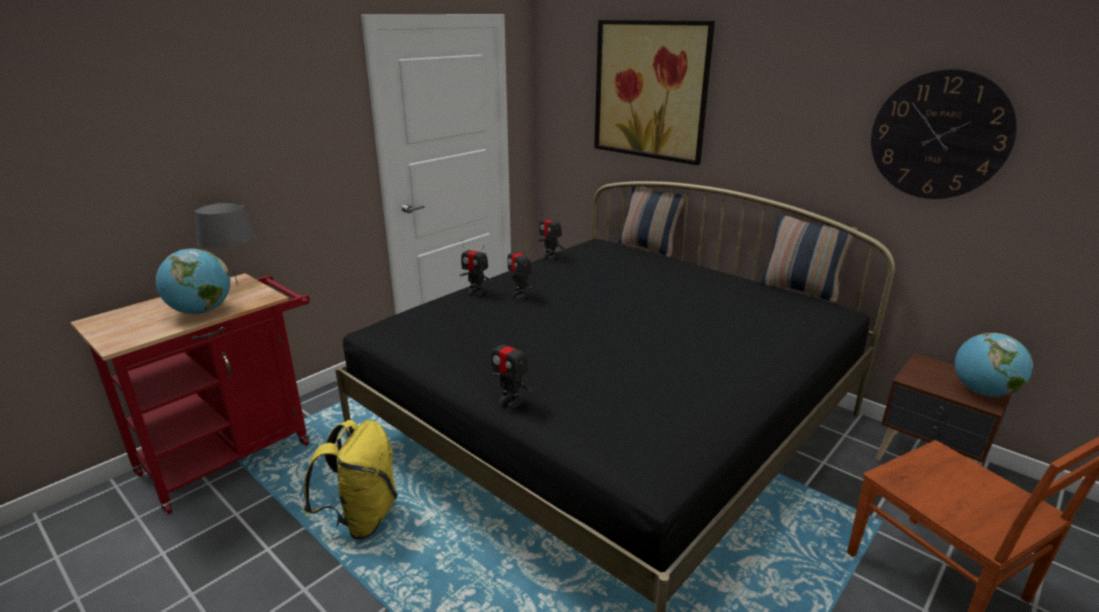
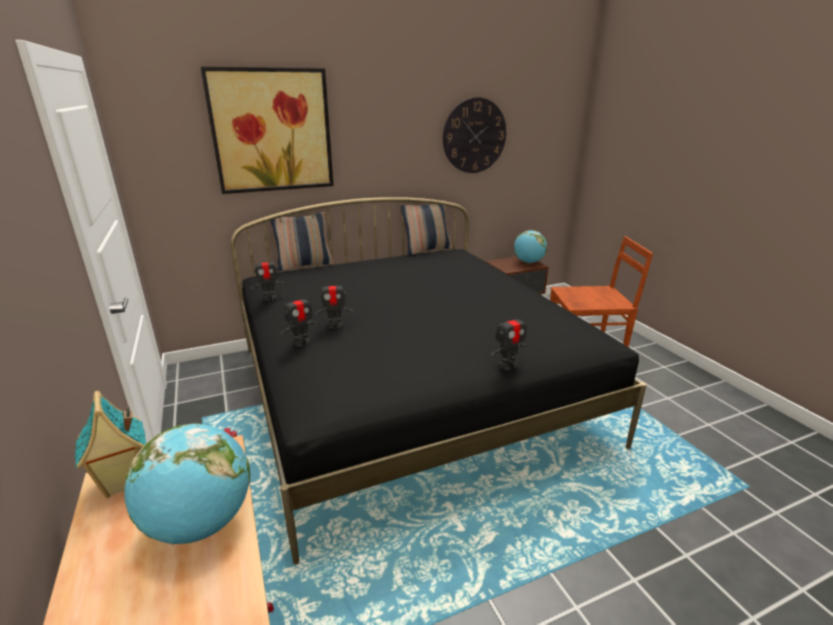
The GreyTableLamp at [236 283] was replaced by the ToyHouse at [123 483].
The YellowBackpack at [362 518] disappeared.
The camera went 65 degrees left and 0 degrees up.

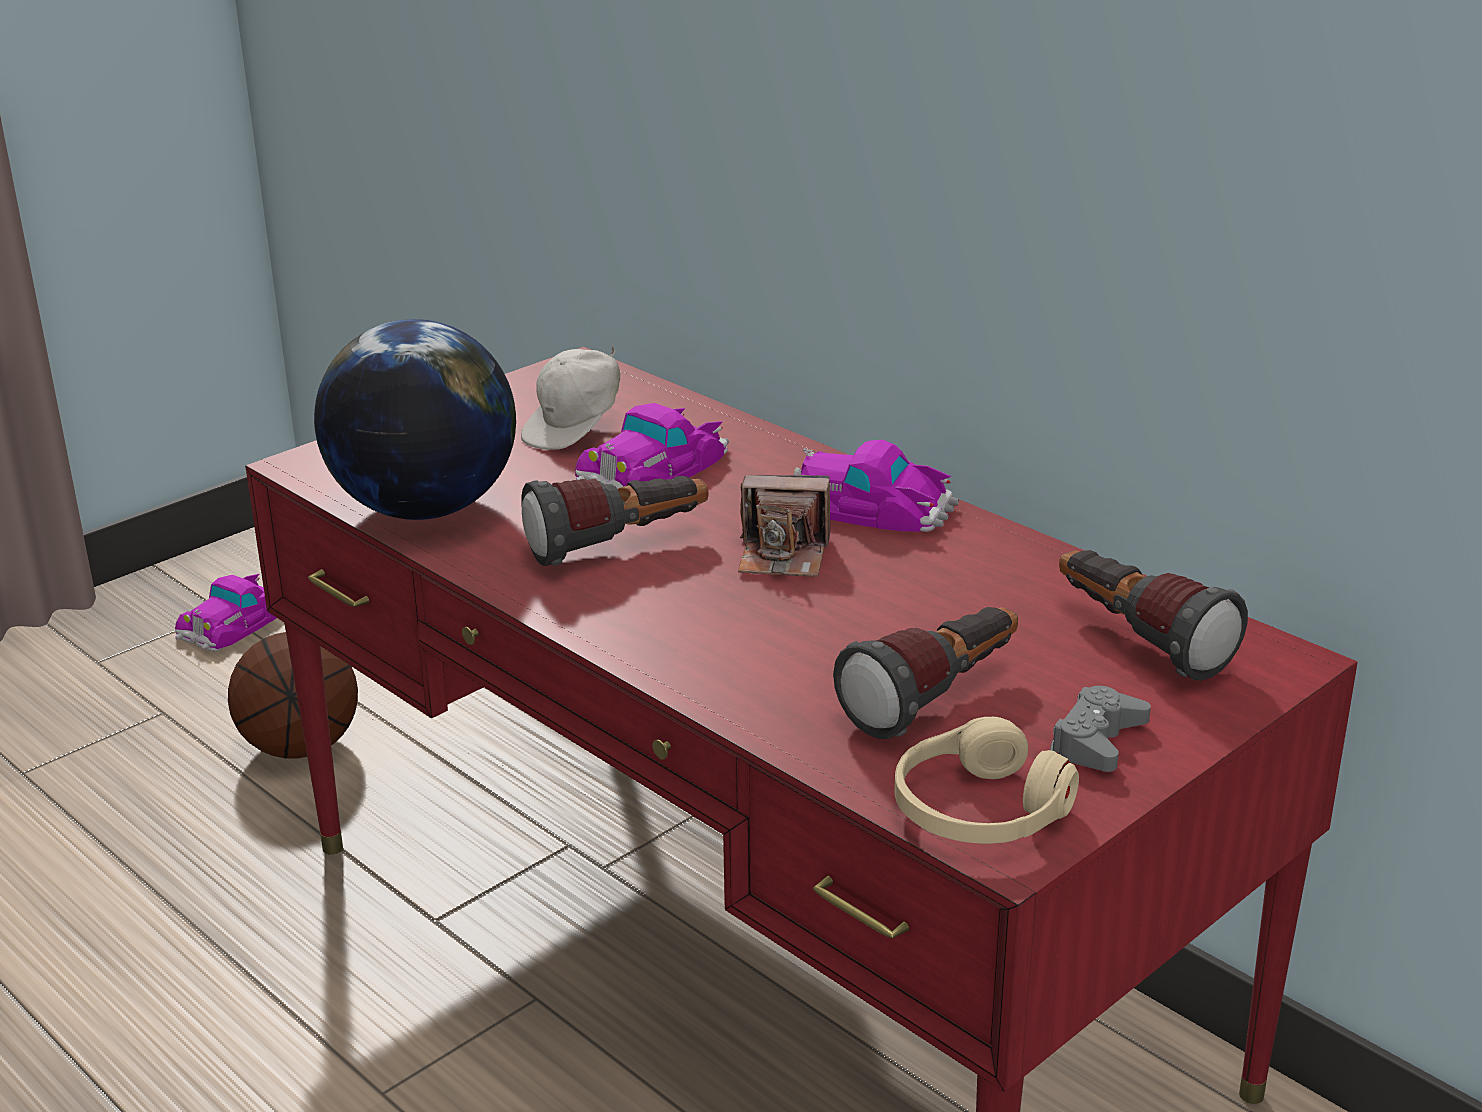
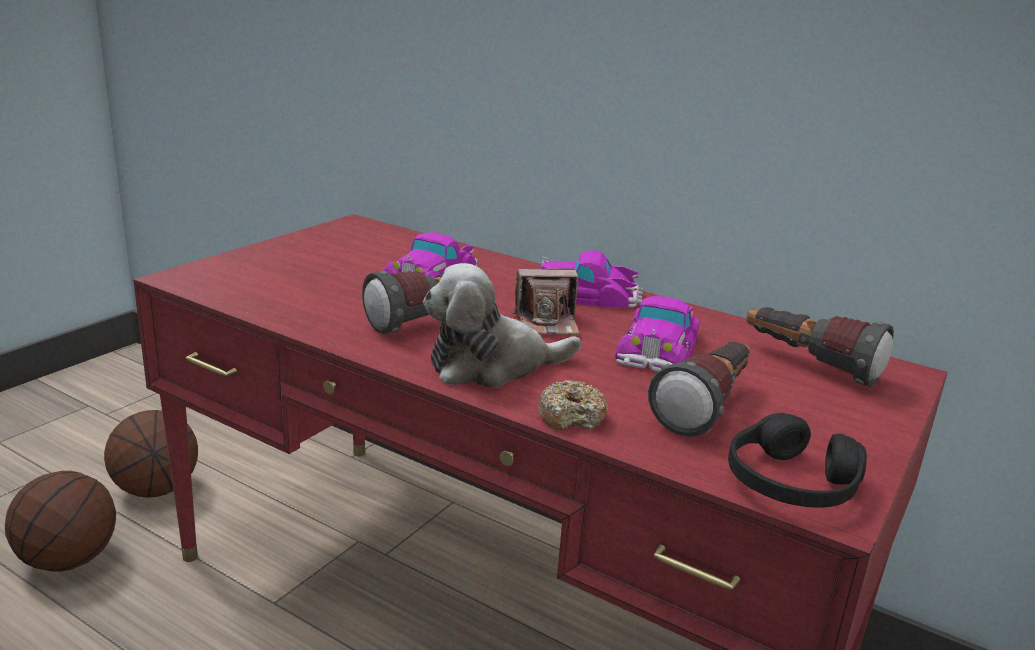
The Globe at [425 509] disappeared.
The WhiteCap at [577 429] disappeared.
The ToyCar moved from [236 622] to [658 347].
The GreyGameController at [1097 741] disappeared.
The BeigeHeadphones at [978 810] became the BlackHeadphones at [790 483].
The PlushToy at [492 366] appeared.
The Donut at [571 416] appeared.
The Basketball at [68 560] appeared.
The camera went 15 degrees left and 5 degrees down.

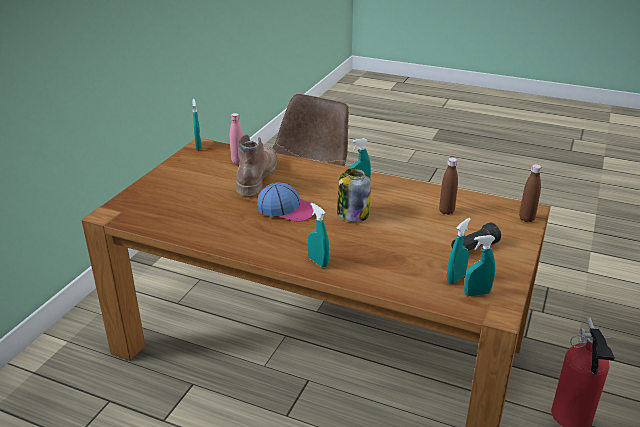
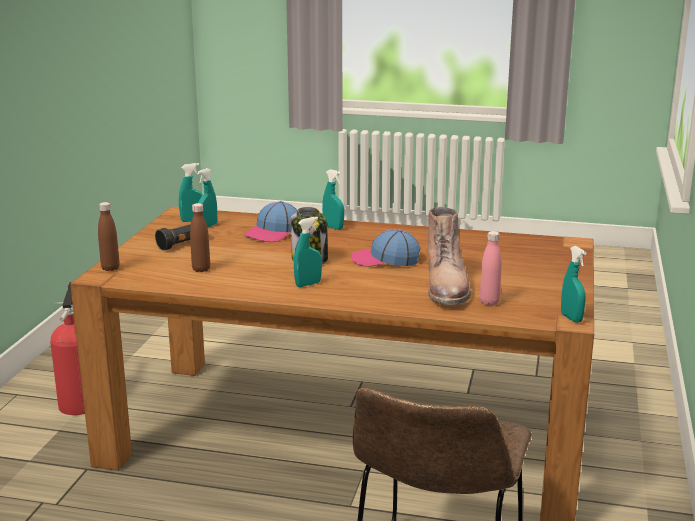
The Cap at [274 232] appeared.
The camera went 170 degrees right and 10 degrees down.

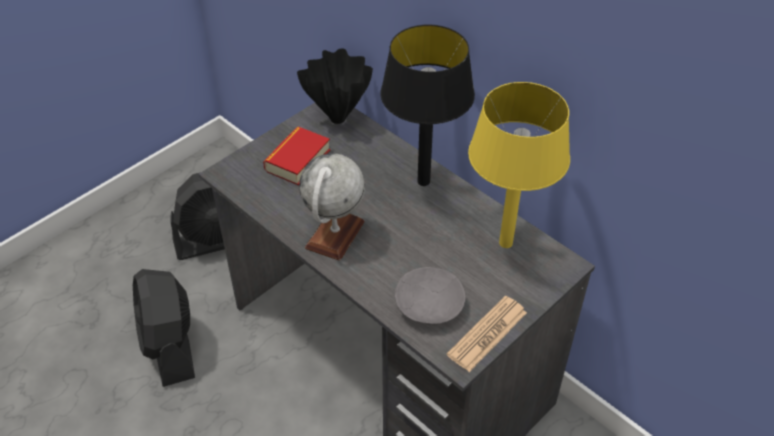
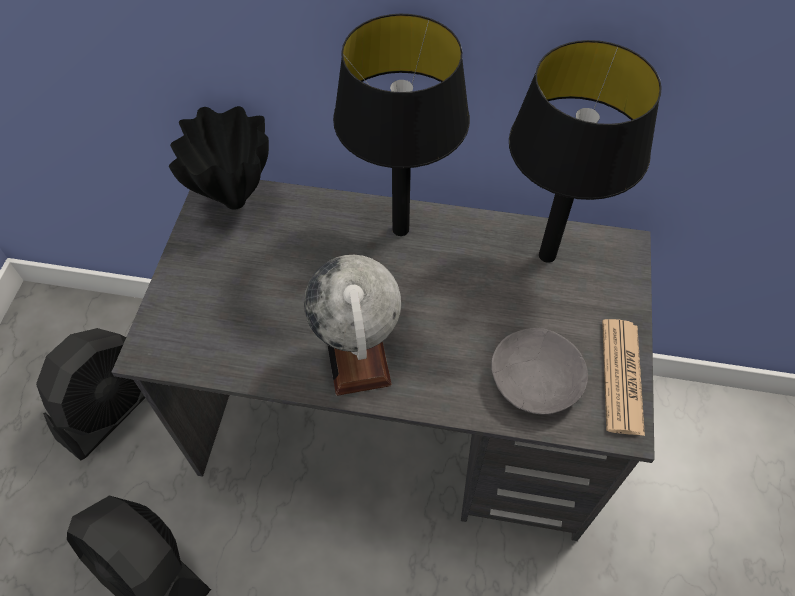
The YellowTableLamp at [505 242] became the BlackTableLamp at [546 255].
The Book at [297 160] disappeared.
The camera went 35 degrees left and 10 degrees up.

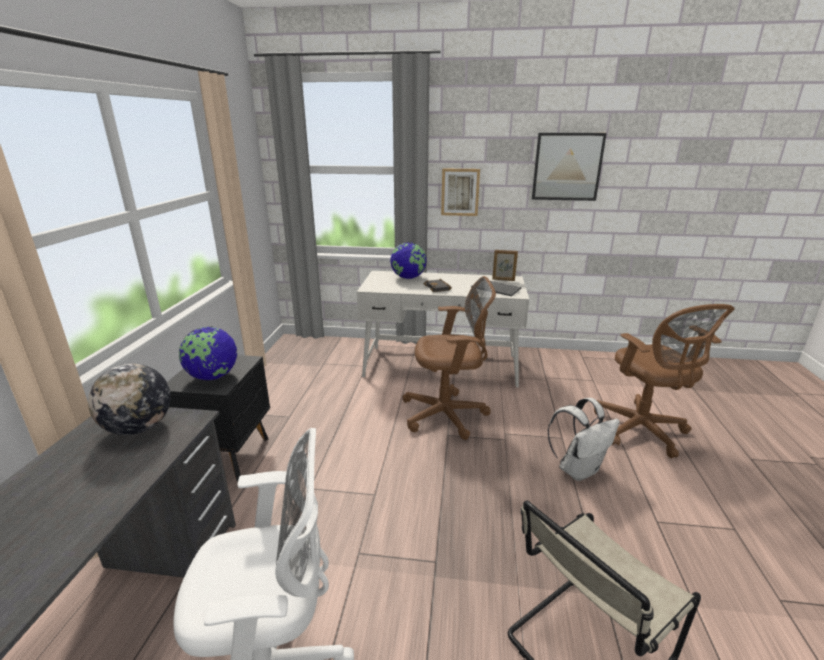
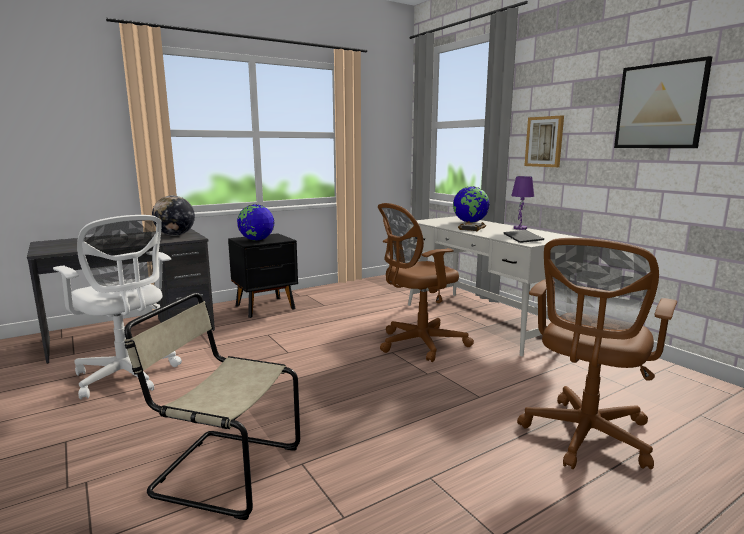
The PictureFrame at [503 280] disappeared.
The BrownOfficeChair at [448 415] turned 105 degrees clockwise.
The WhiteBackpack at [578 469] disappeared.
The PurpleTableLamp at [519 228] appeared.
The camera went 50 degrees right and 10 degrees down.

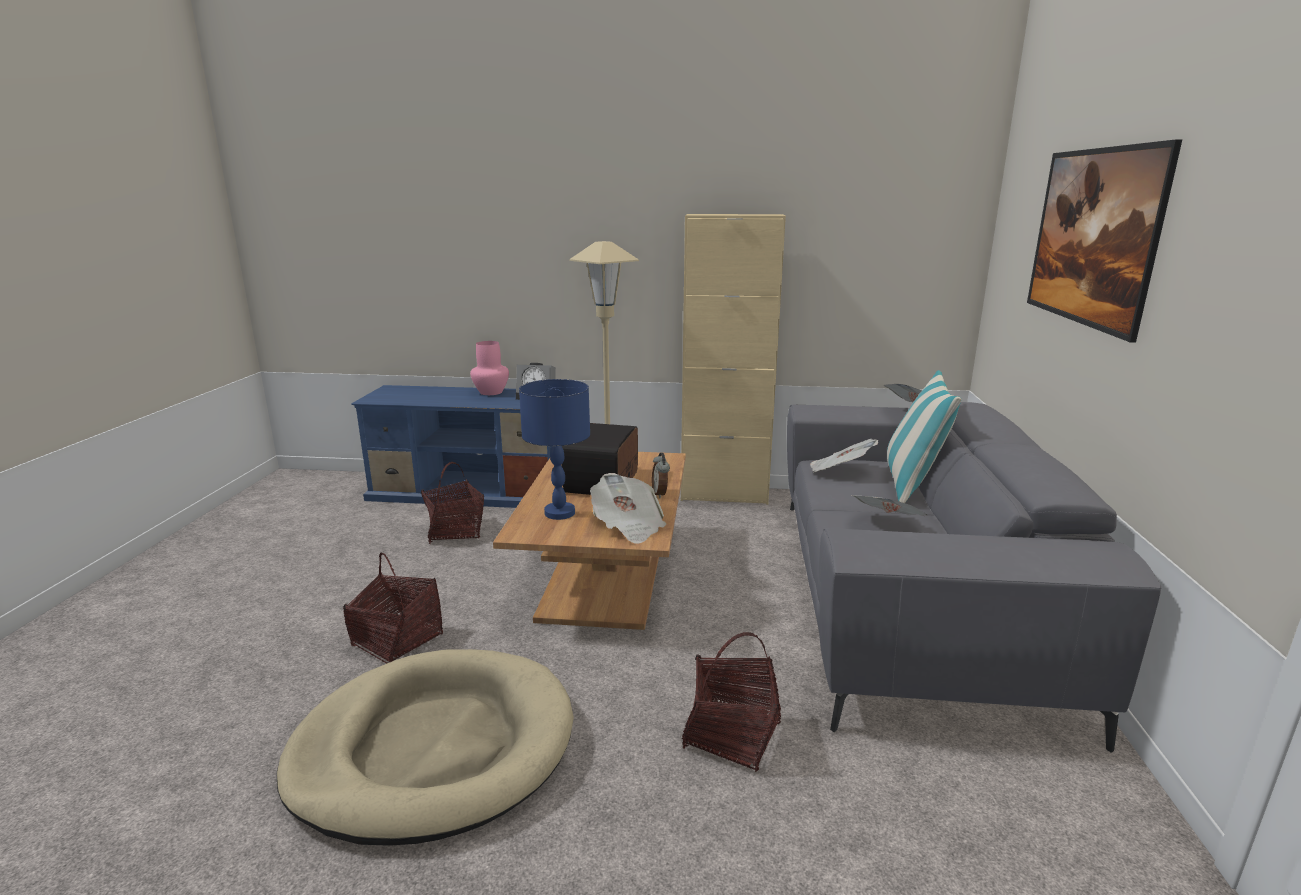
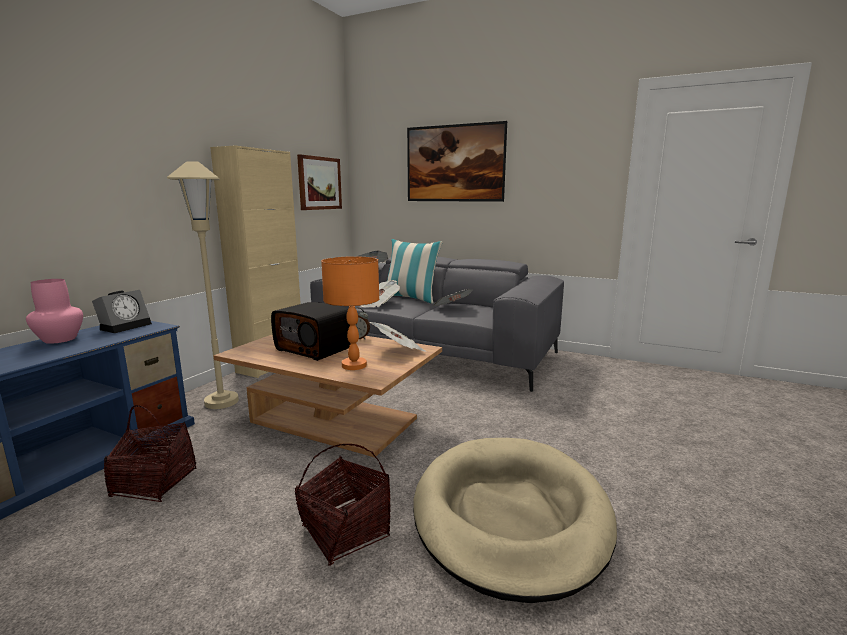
The BlueTableLamp at [560 513] became the OrangeTableLamp at [354 365].
The Basket at [732 735] disappeared.
The Picture at [319 183] appeared.
The camera went 70 degrees left and 5 degrees down.

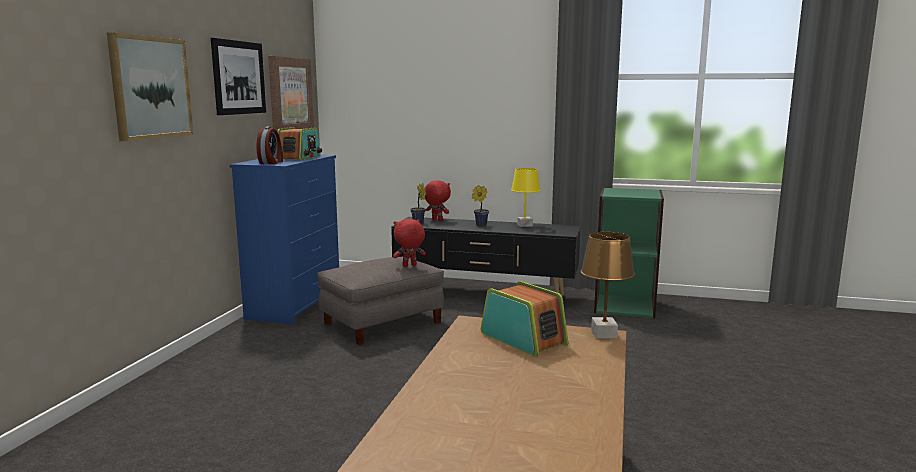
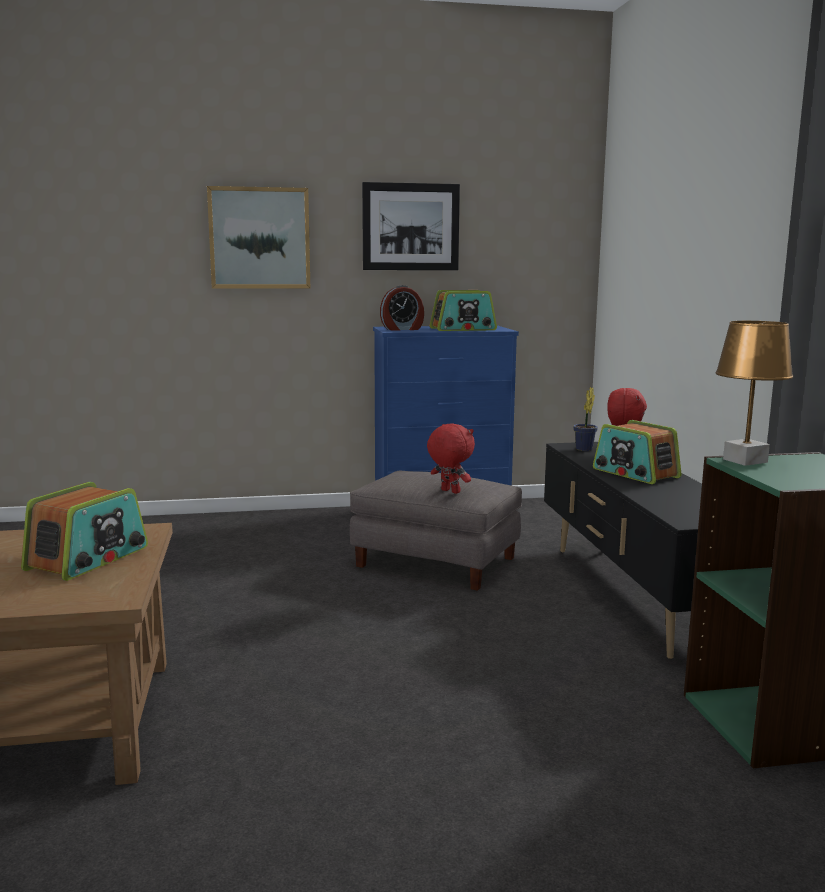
The Picture at [290 95] disappeared.
The YellowTableLamp at [525 225] disappeared.
The PottedPlant at [479 225] was replaced by the Radio at [635 473].
The BrownTableLamp moved from [603 334] to [745 460].
The camera went 65 degrees right and 0 degrees up.

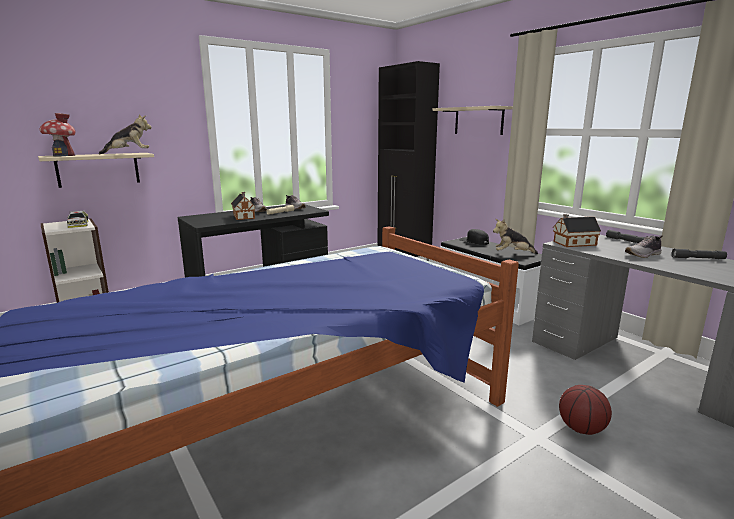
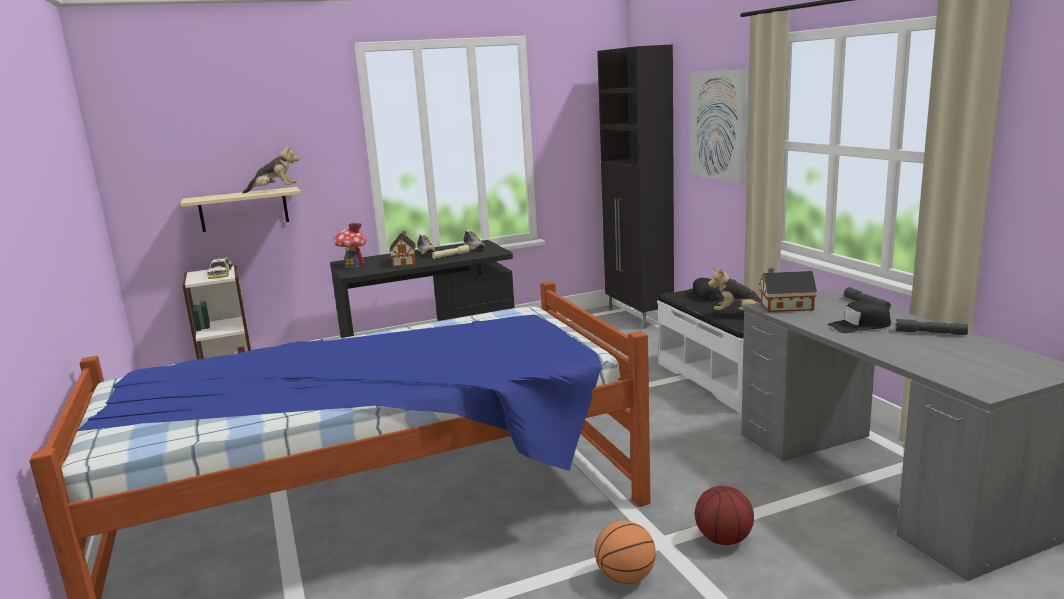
The BeigeShelf at [478 121] was replaced by the Picture at [718 125].
The ToyHouse moved from [62 155] to [353 265].
The Shoe at [643 255] was replaced by the BlackCap at [859 326].
The Basketball at [625 577] appeared.
The camera went 15 degrees right and 0 degrees up.

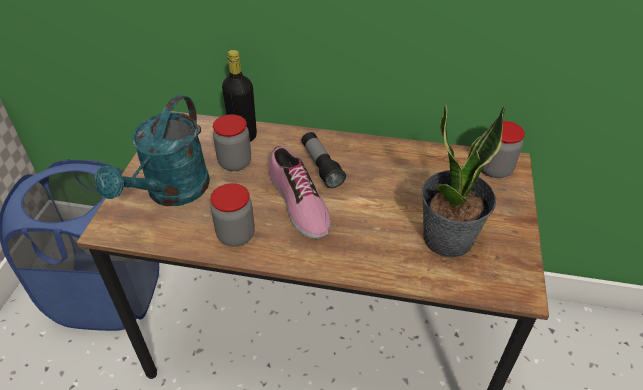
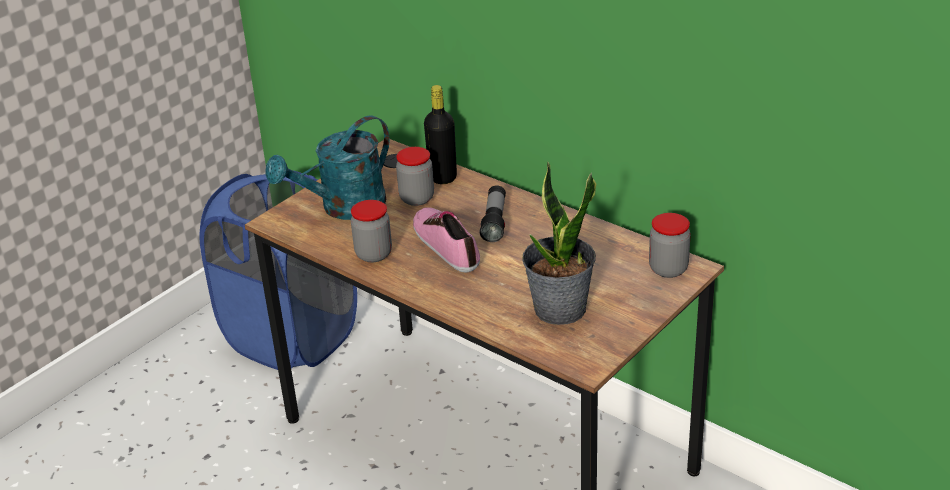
The Shoe at [297 202] turned 150 degrees clockwise.
The camera went 30 degrees right and 10 degrees down.

